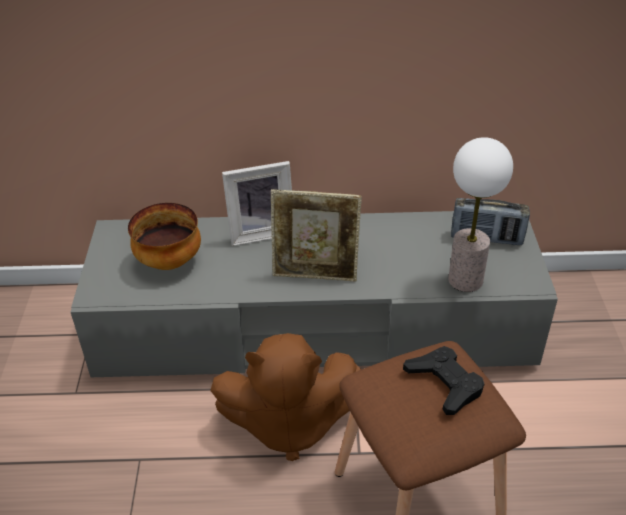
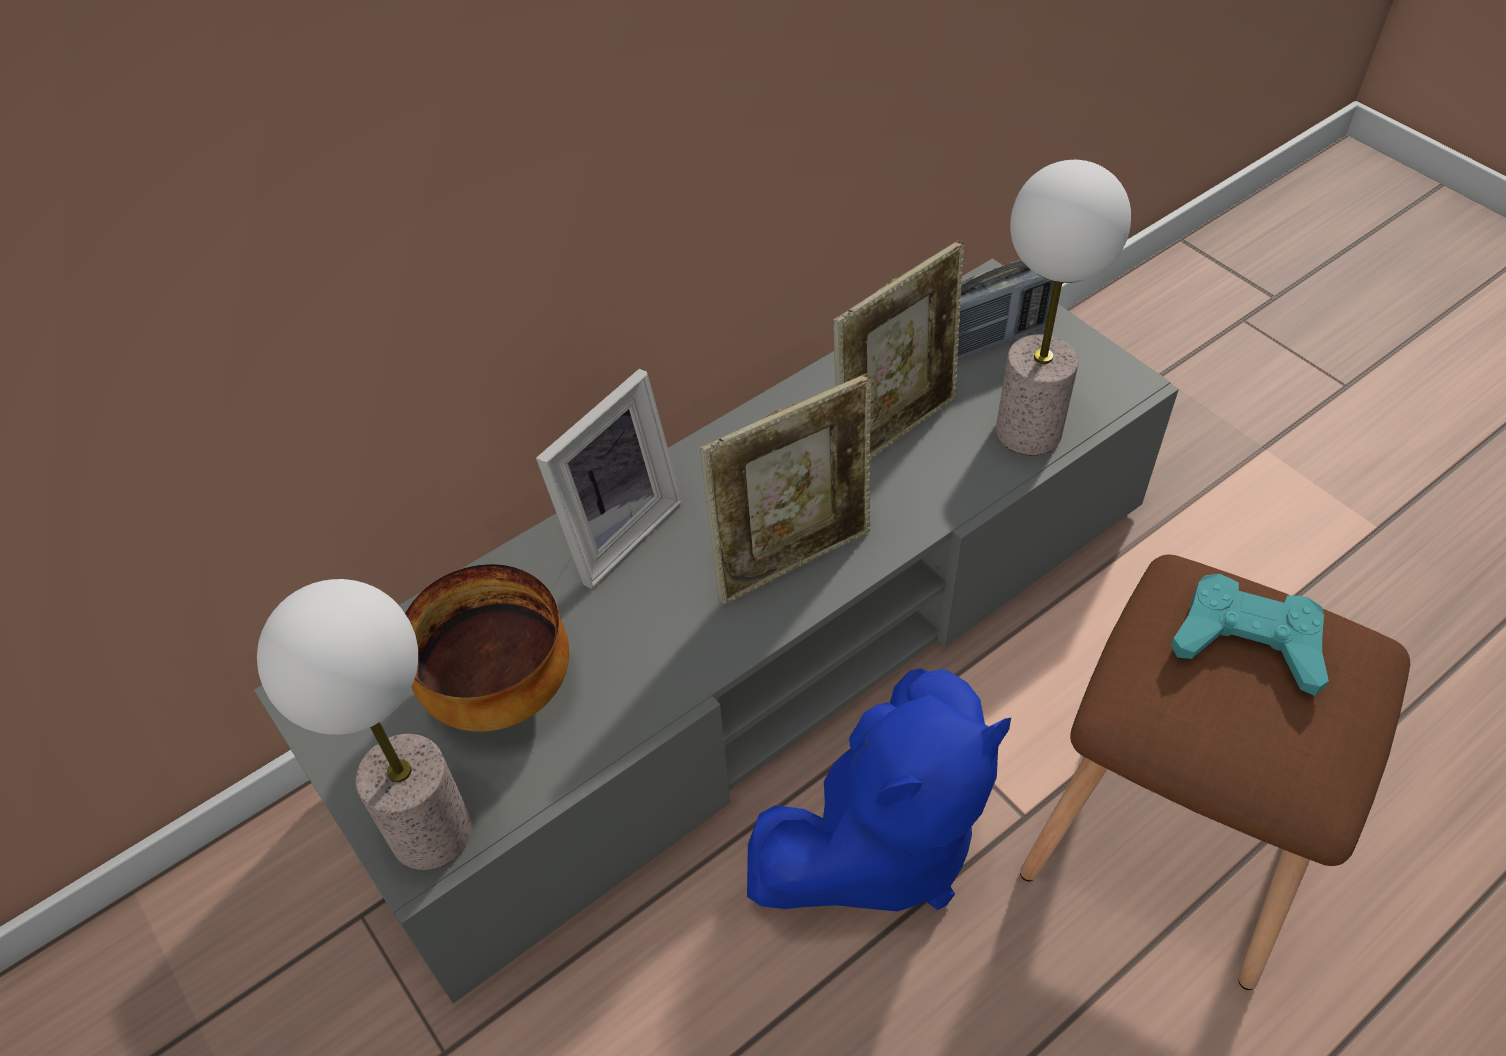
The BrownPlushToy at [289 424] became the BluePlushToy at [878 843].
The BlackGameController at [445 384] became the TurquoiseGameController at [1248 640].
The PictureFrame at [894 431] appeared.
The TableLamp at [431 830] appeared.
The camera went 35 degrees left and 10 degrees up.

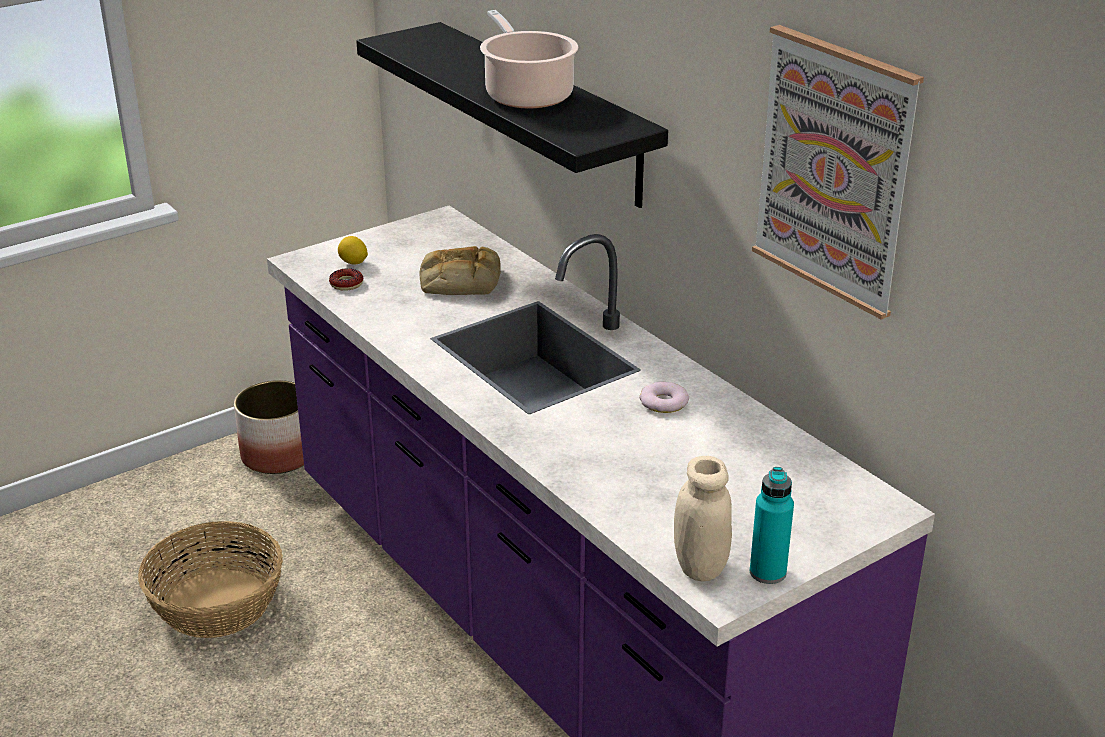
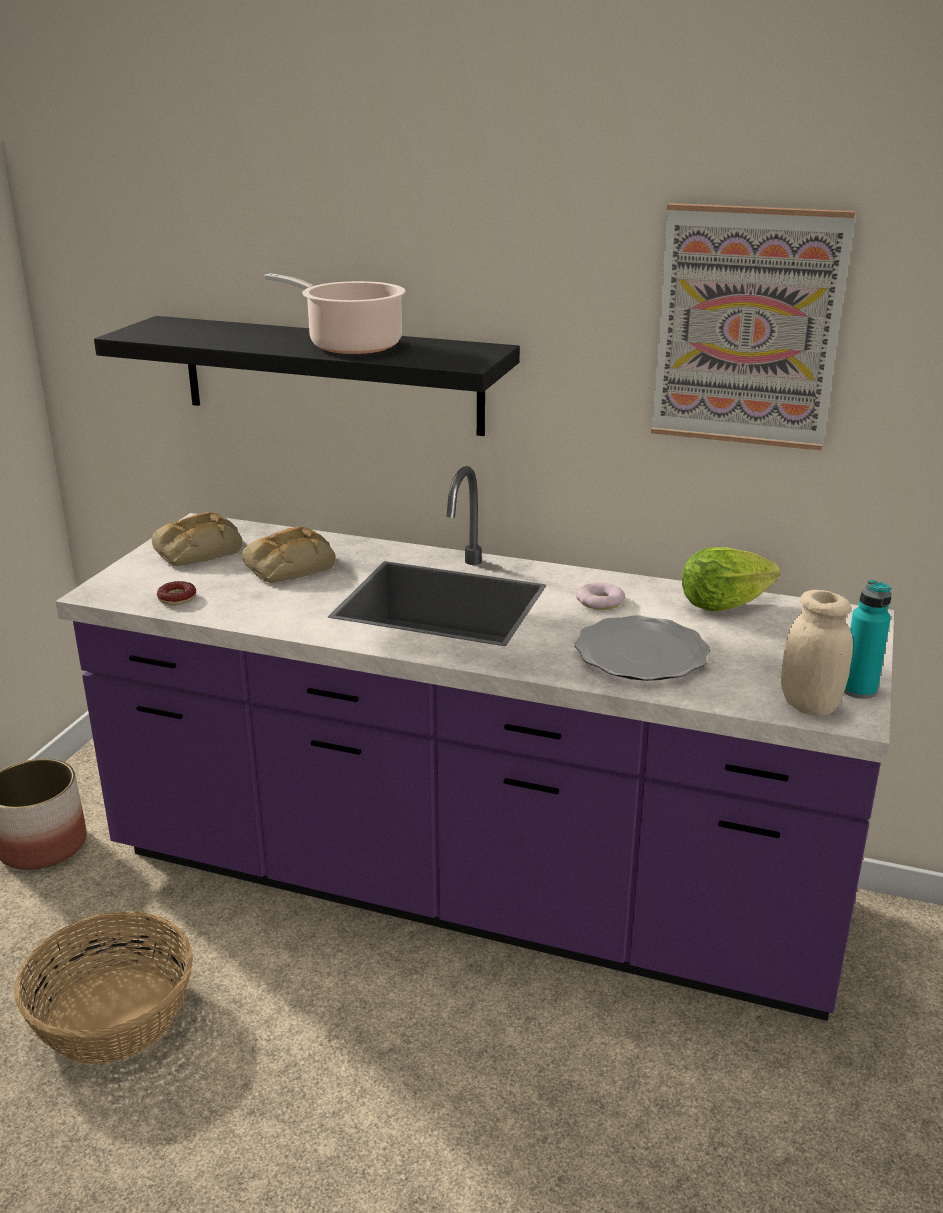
The Lemon at [353 263] disappeared.
The Bread at [197 550] appeared.
The Lettuce at [722 604] appeared.
The Plate at [642 654] appeared.
The camera went 35 degrees left and 5 degrees down.

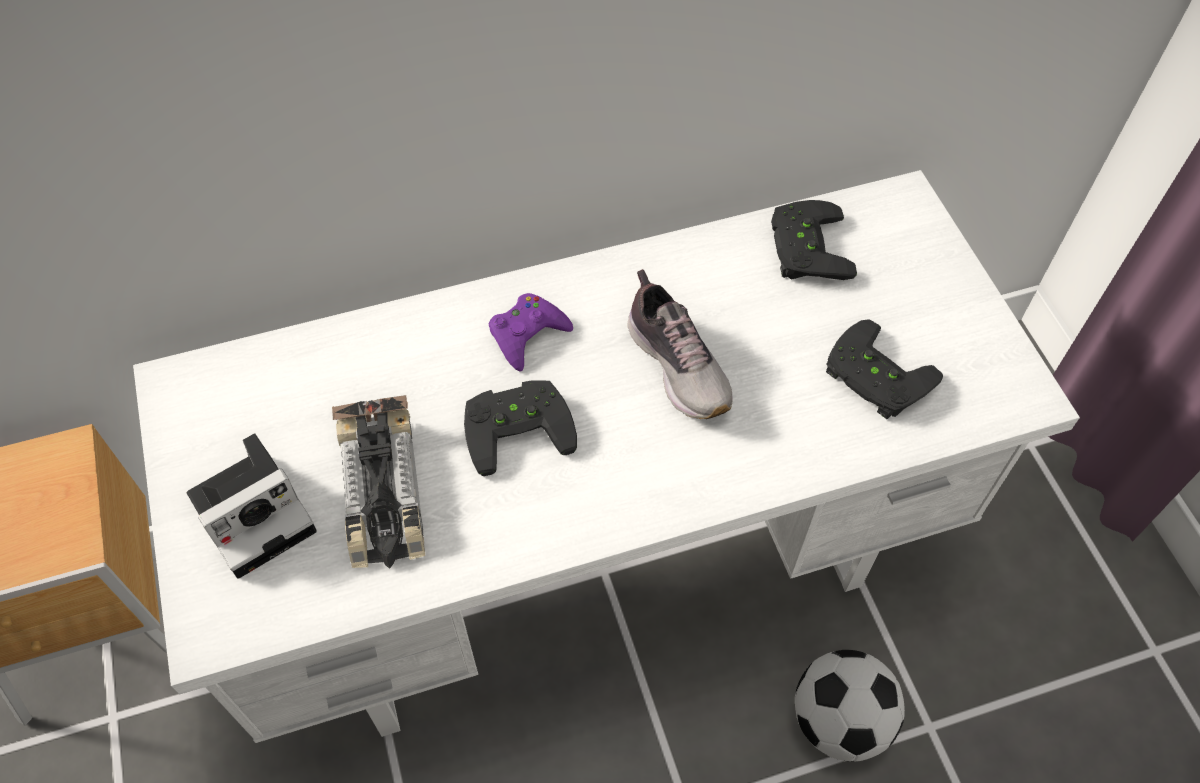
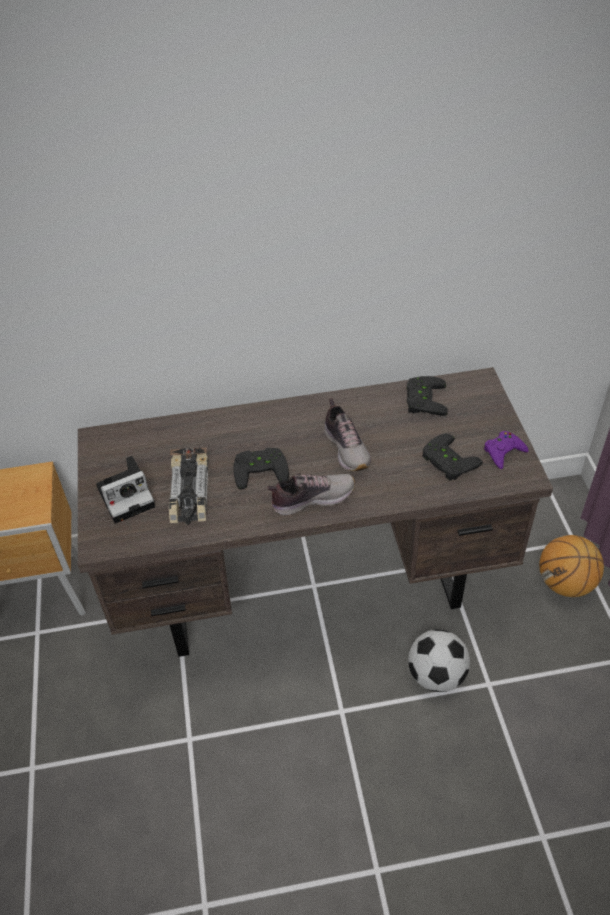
The WhiteDesk at [601 564] became the BrownDesk at [313 582].
The PurpleGameController moved from [527 334] to [503 452].
The Shoe at [311 498] appeared.
The Basketball at [565 583] appeared.
The camera went 10 degrees right and 10 degrees down.

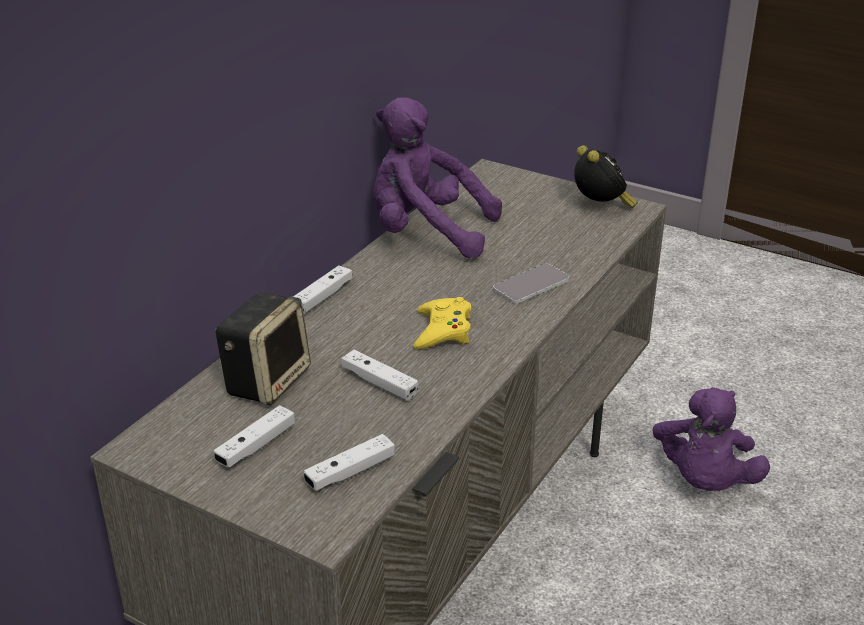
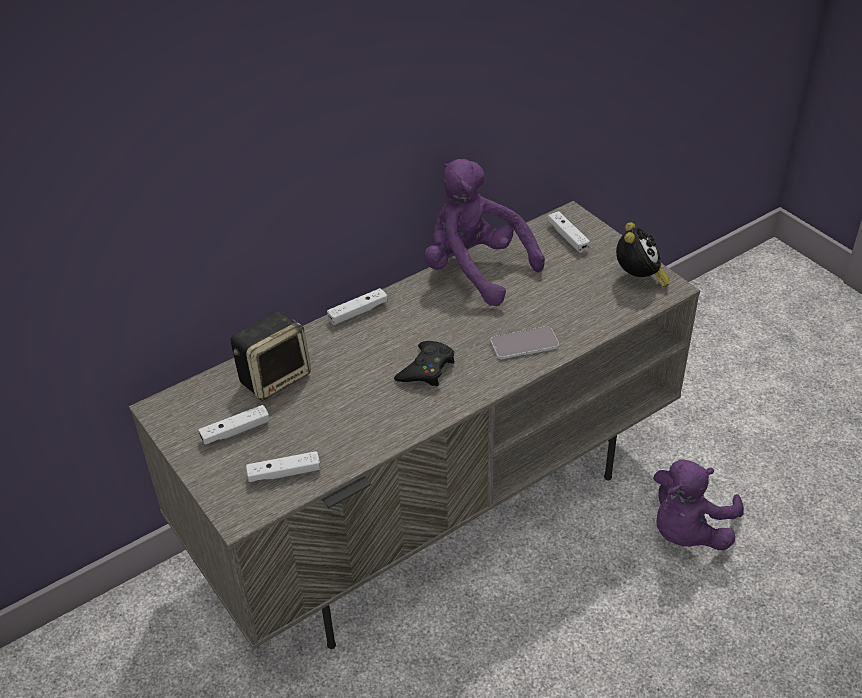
The YellowGameController at [442 331] became the BlackGameController at [426 369].
The WhiteGameController moved from [379 383] to [568 237].
The camera went 25 degrees right and 10 degrees up.

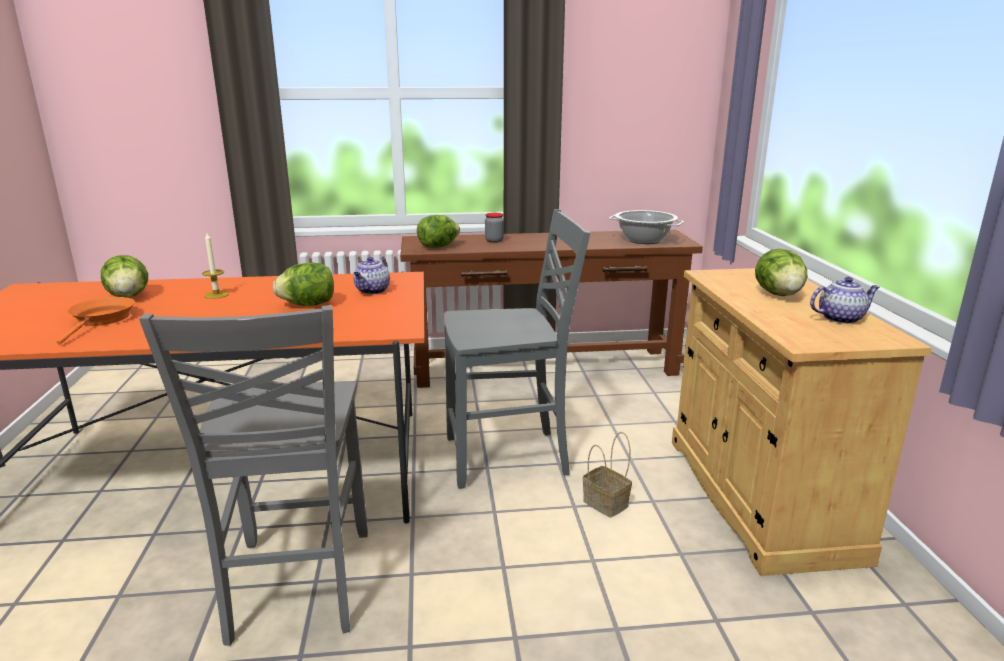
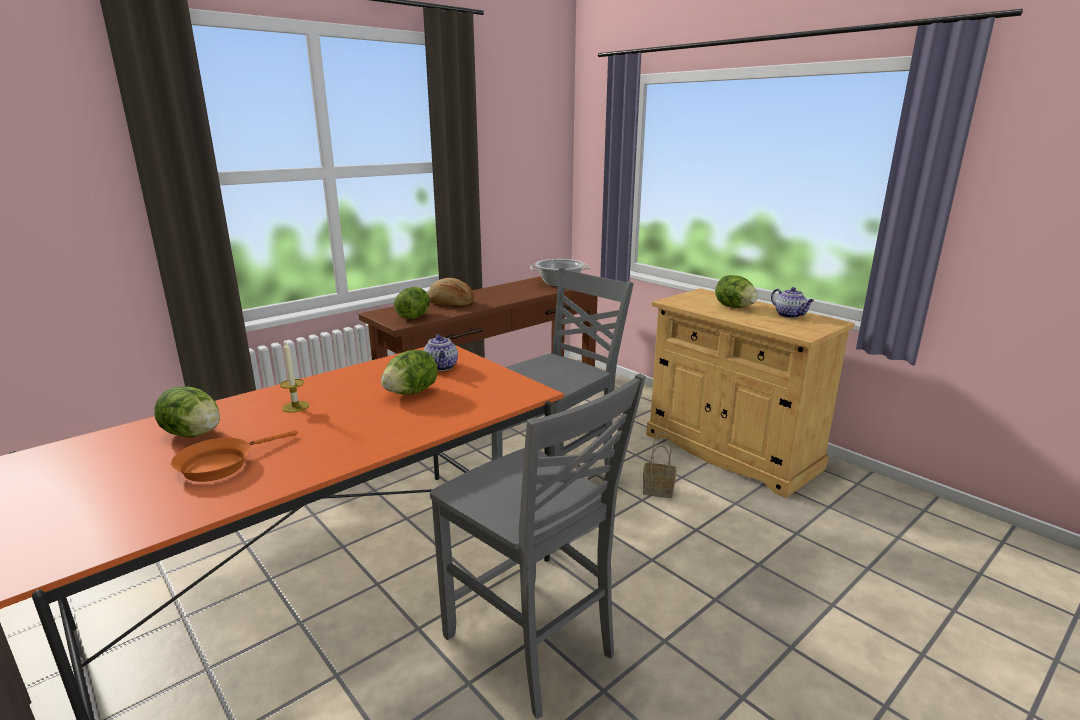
The Jar at [494 241] was replaced by the Bread at [450 303].
The Teapot at [841 318] turned 105 degrees clockwise.
The OrangeFryingPan at [101 320] turned 105 degrees counterclockwise.
The camera went 35 degrees left and 0 degrees up.

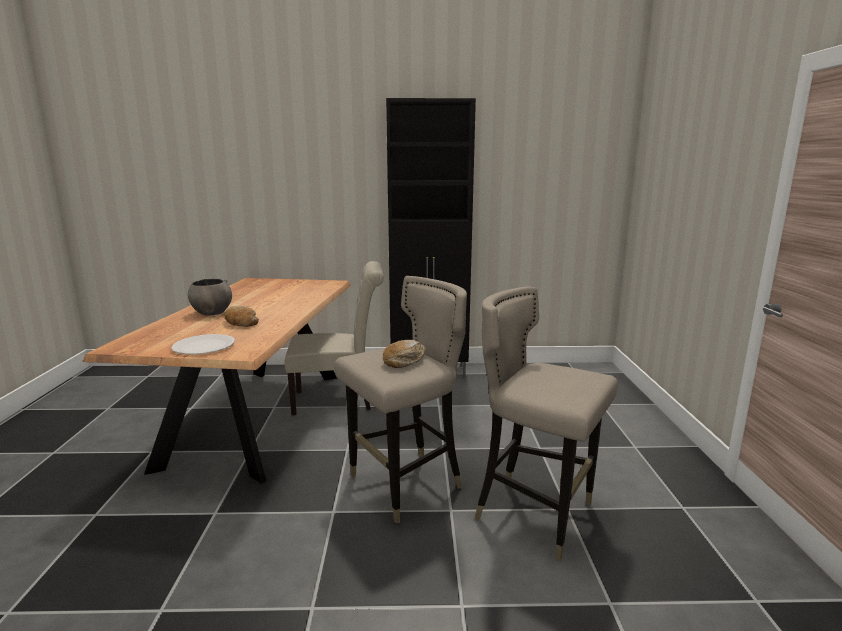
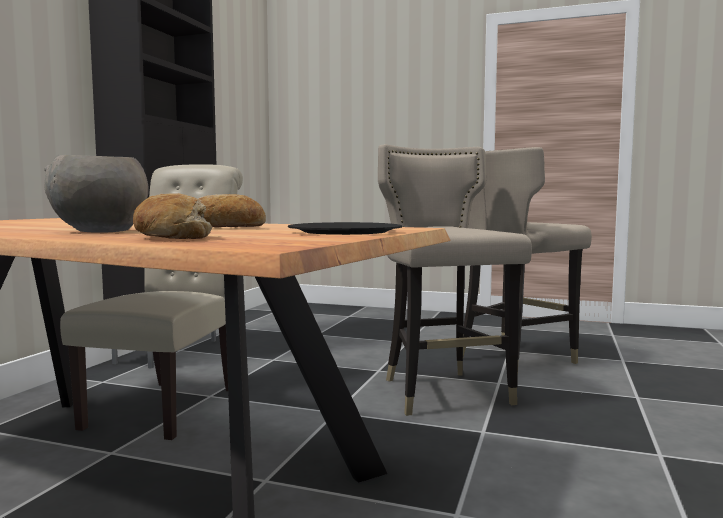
The WhitePlate at [204 346] became the BlackPlate at [345 232].
The Bread moved from [404 360] to [172 237].
The camera went 70 degrees left and 10 degrees down.

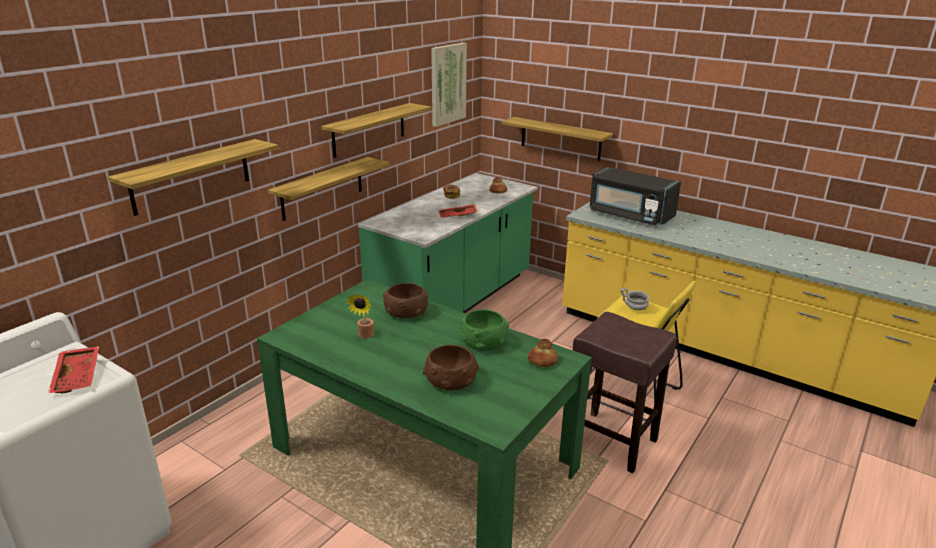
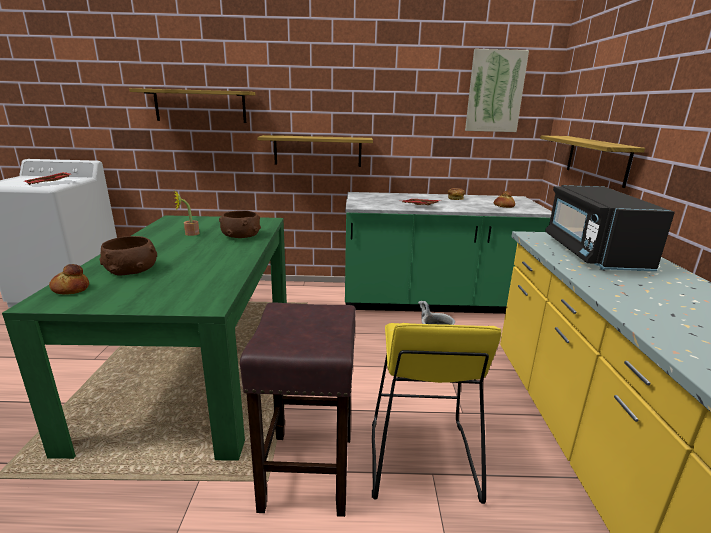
The Shelf at [369 130] disappeared.
The GreenBowl at [484 342] disappeared.
The Bread moved from [542 361] to [71 289].
The camera went 55 degrees right and 5 degrees down.

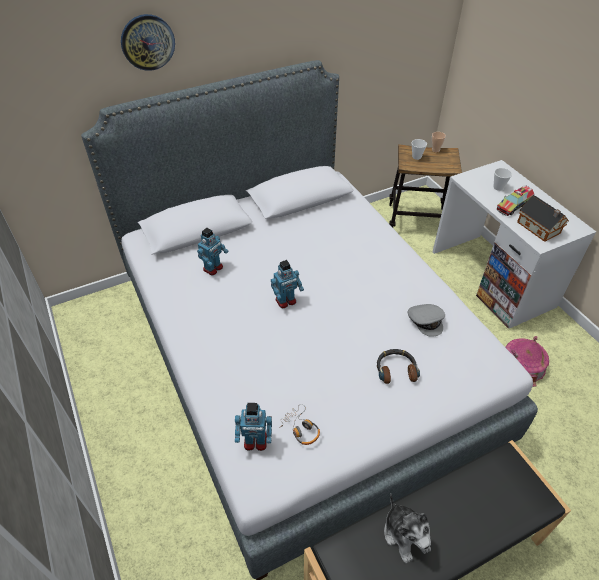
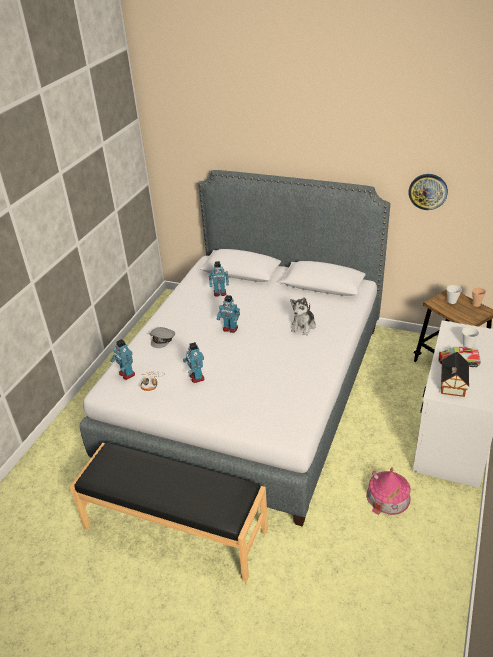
The WallClock moved from [147 42] to [428 191].
The GreyCap moved from [426 321] to [163 339].
The Headphones at [396 369] disappeared.
The PlushToy moved from [405 534] to [303 326].
The ToyRobot at [196 377] appeared.
The camera went 50 degrees right and 10 degrees down.

